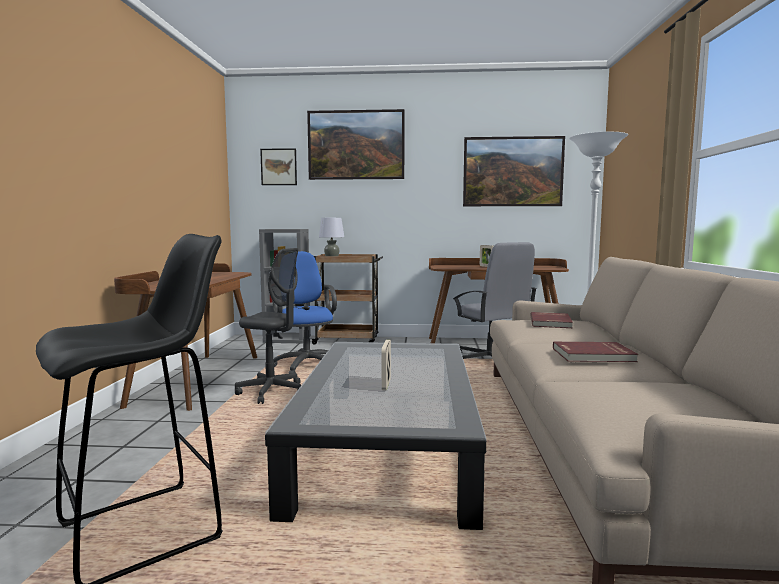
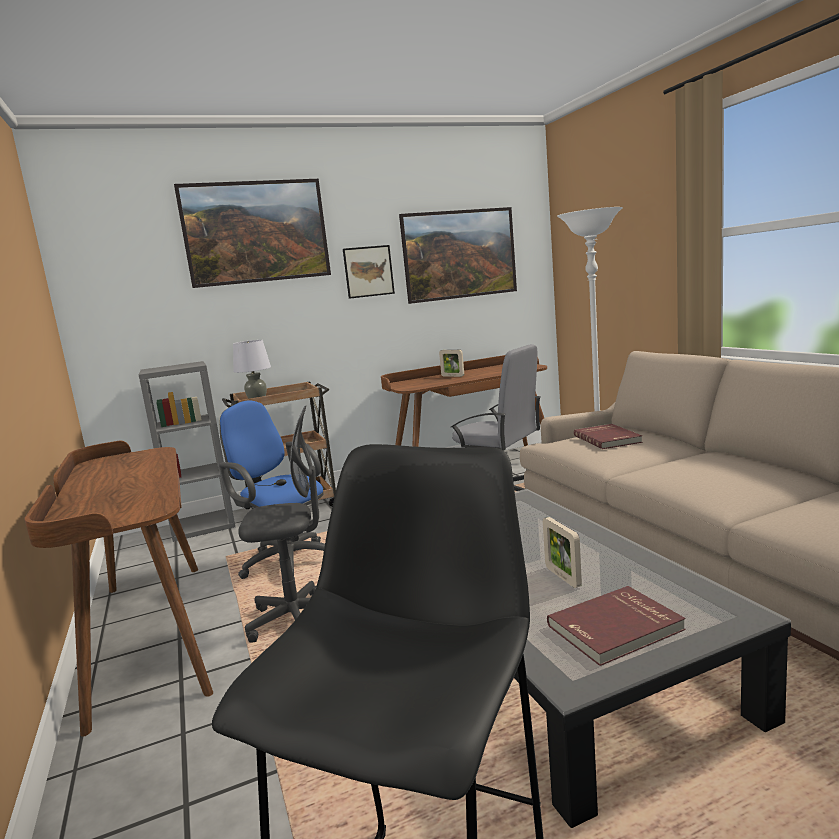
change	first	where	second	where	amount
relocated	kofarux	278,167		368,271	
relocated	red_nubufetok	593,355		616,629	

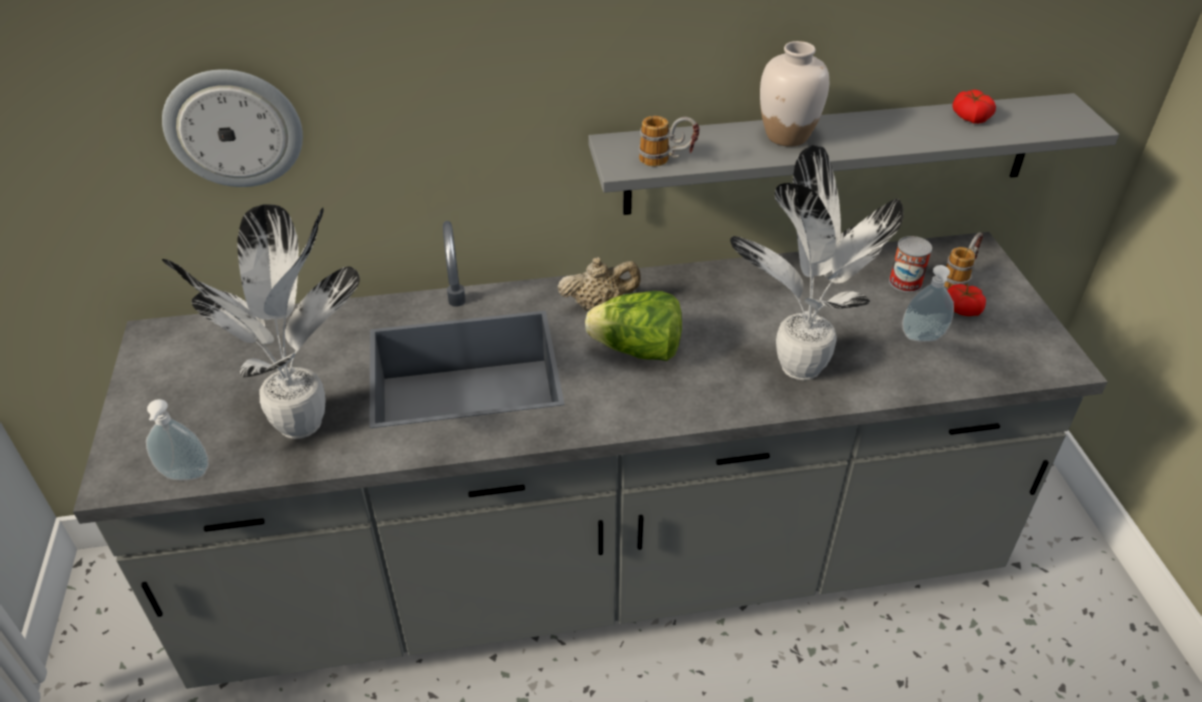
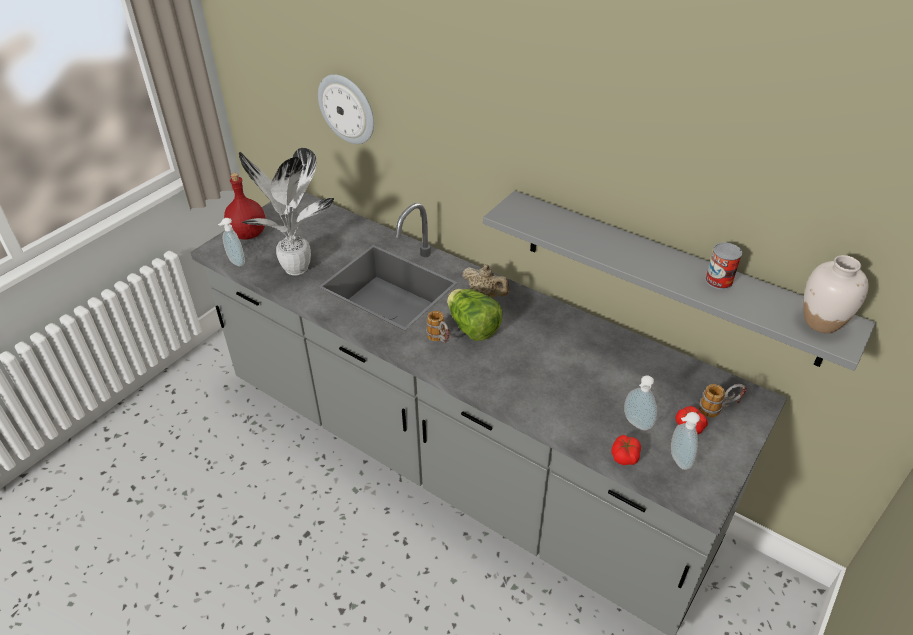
change	first	where	second	where	amount
missing	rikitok	797,369			
appeared			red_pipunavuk	247,234	
appeared			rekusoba	677,460	
relocated	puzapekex	667,161		440,340	
relocated	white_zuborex	787,136		821,322	
relocated	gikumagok	905,282		719,280	
relocated	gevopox	970,117		624,455	

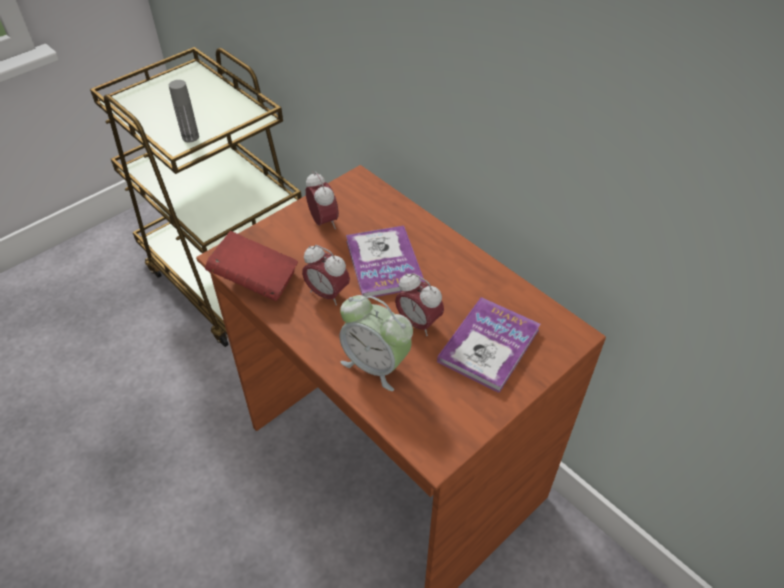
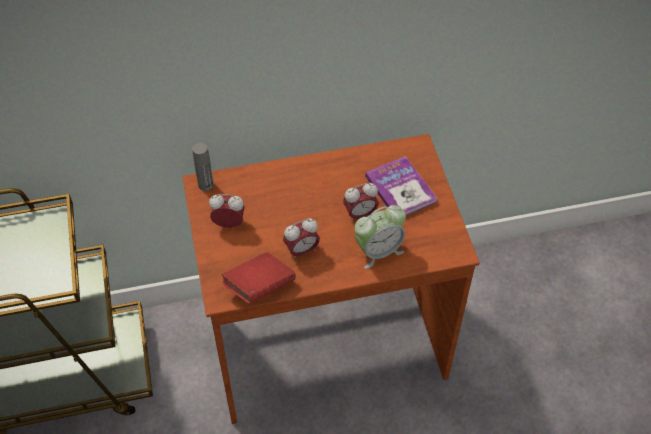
change	first	where	second	where	amount
missing	nubufetok	384,263			
relocated	grey_pipunavuk	190,137		206,185	

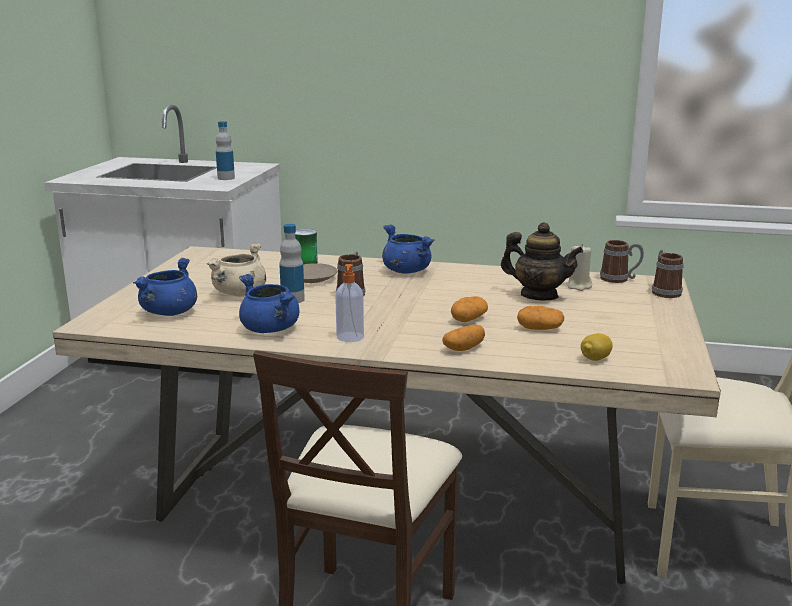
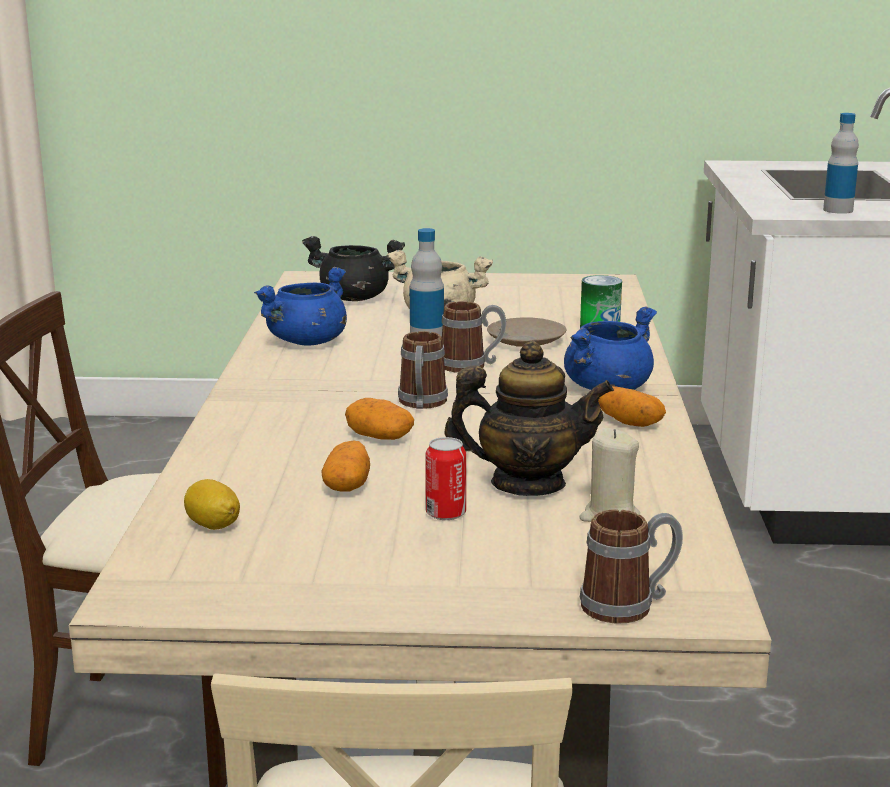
change	first	where	second	where	amount
missing	rekusoba	350,337			
appeared			gikumagok	445,513	
relocated	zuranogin	463,348		630,422	
relocated	puzapekex	620,279		422,404	
colour	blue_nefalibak	169,313	black_nefalibak	353,298	
spun	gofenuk	539,296		527,484	105 degrees counterclockwise

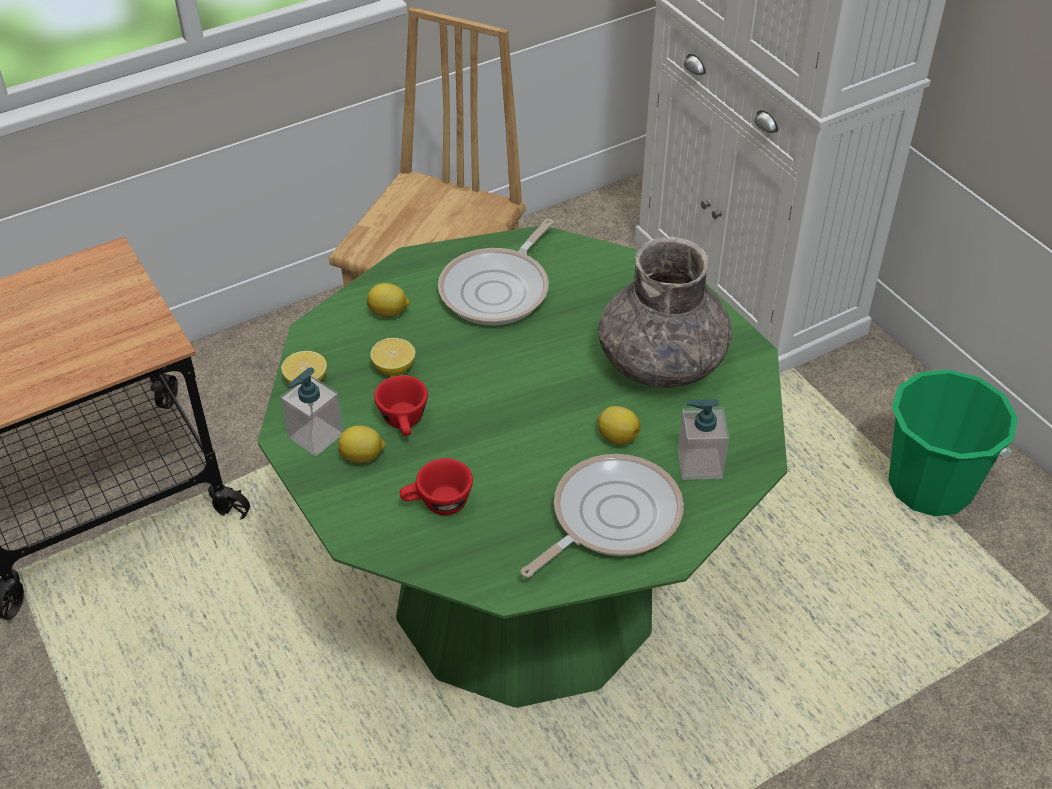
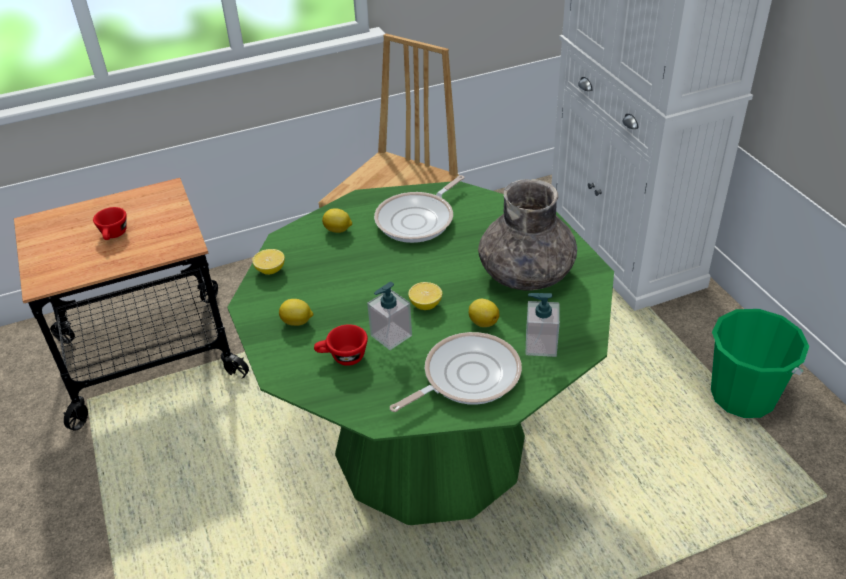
change	first	where	second	where	amount
relocated	rekusoba	315,436		391,336	
relocated	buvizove	394,368		425,305	
relocated	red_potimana	405,422		114,235	

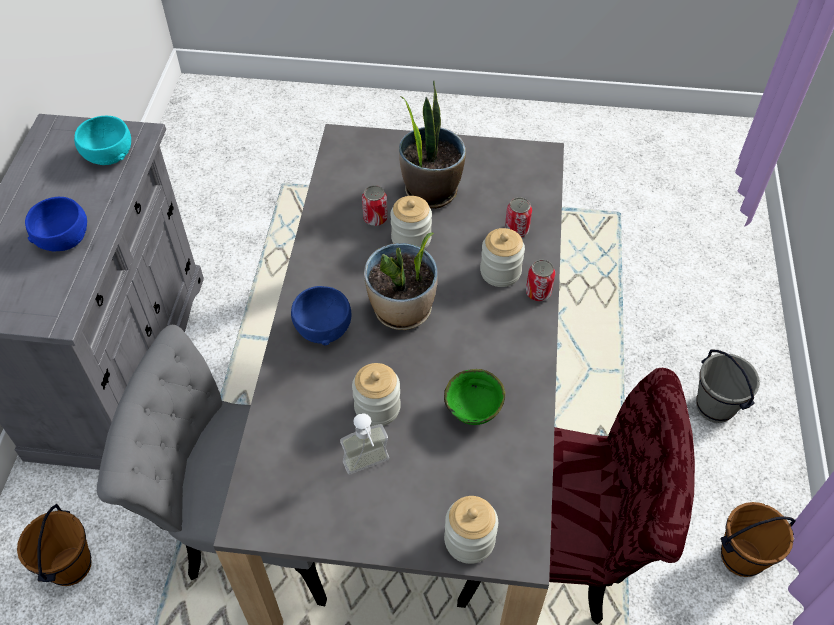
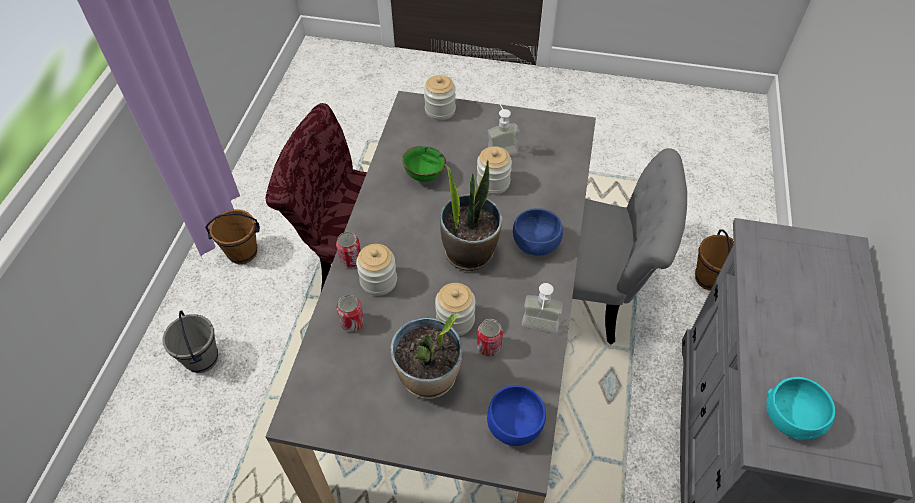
change	first	where	second	where	amount
appeared			rekusoba	538,330	
relocated	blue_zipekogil	63,237		515,424	

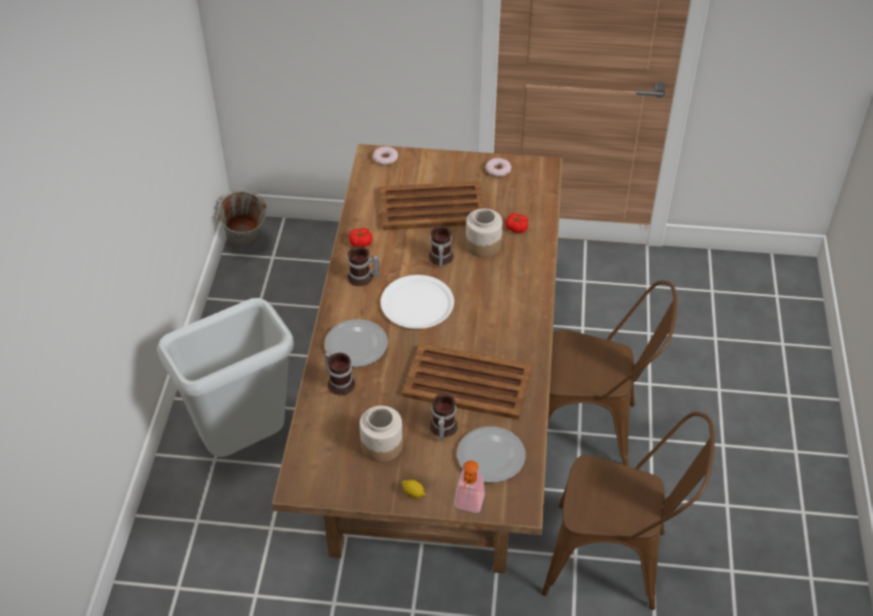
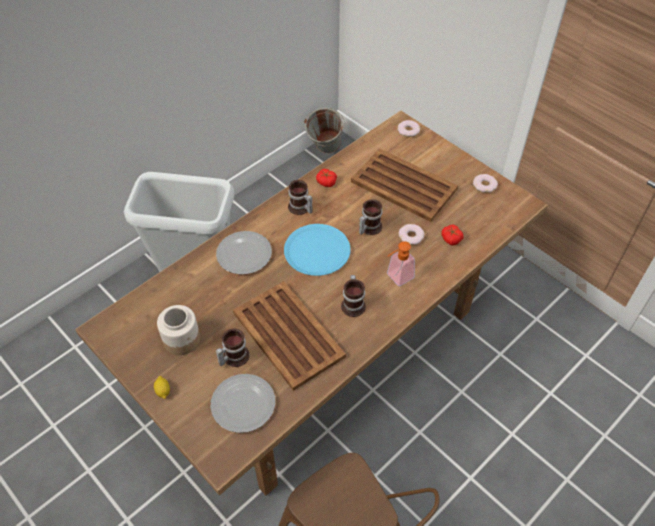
change	first	where	second	where	amount
missing	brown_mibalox	591,429			
relocated	puzapekex	340,382		354,304	
relocated	rekusoba	468,506		396,278	
exchanged	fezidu	482,245	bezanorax	411,236	
colour	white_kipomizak	417,303	blue_kipomizak	317,250	

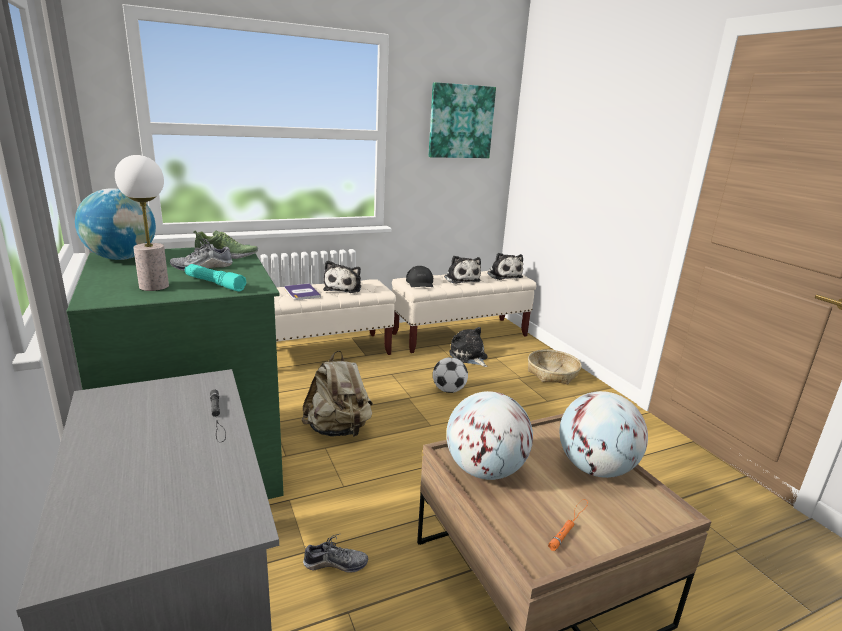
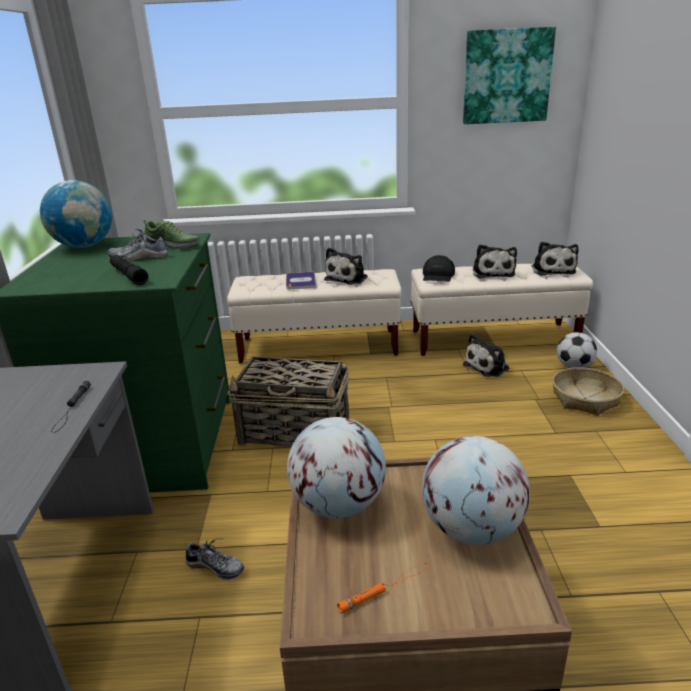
change	first	where	second	where	amount
missing	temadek	154,286			
relocated	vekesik	448,390		574,367	
exchanged	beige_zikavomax	338,430	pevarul	295,431	
colour	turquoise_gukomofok	214,284	black_gukomofok	129,276	
spun	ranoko	469,357		488,366	120 degrees counterclockwise

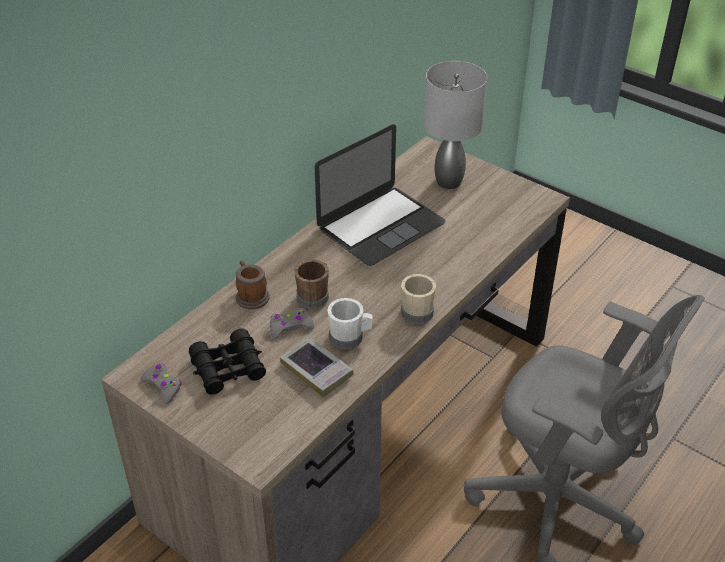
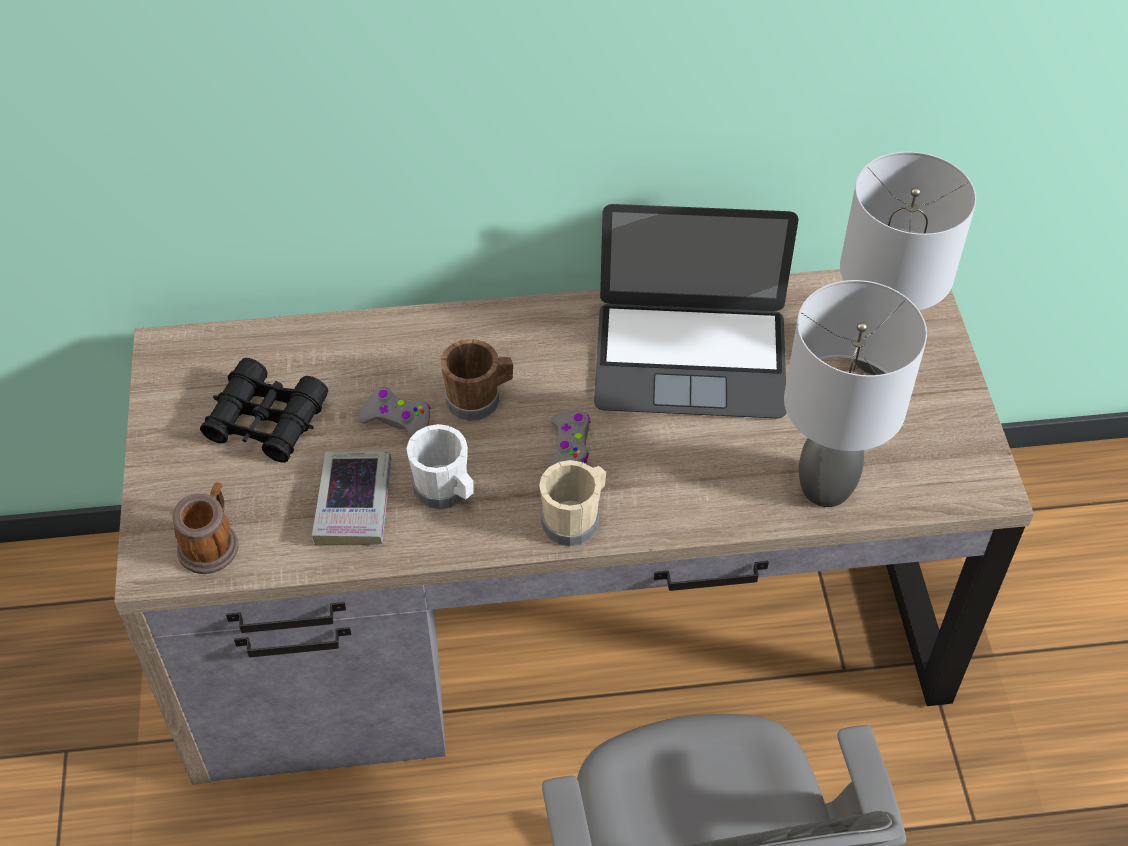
change	first	where	second	where	amount
appeared			grey_temadek	824,486	
relocated	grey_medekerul	163,386		569,447	
relocated	puzapekex	251,295		211,543	

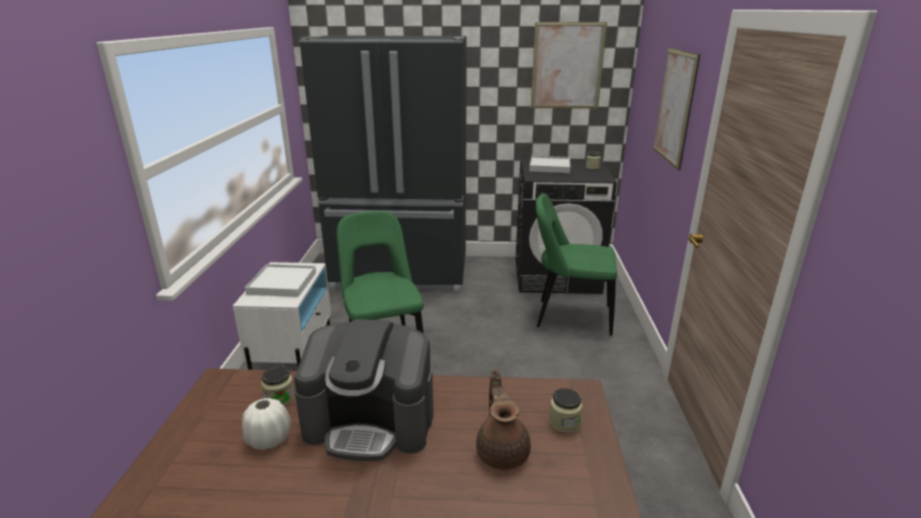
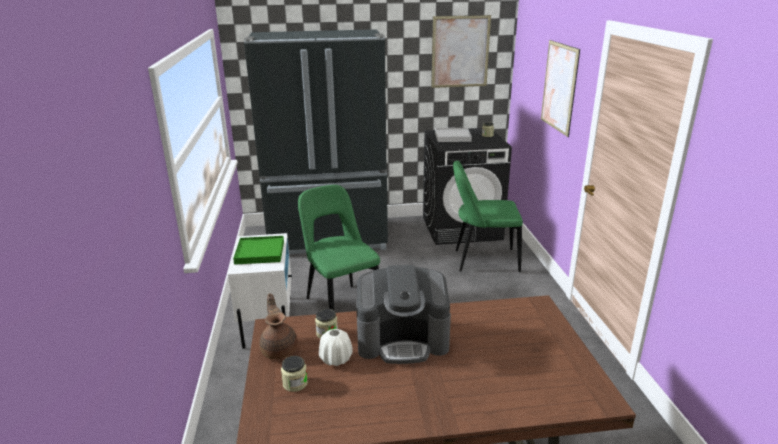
change	first	where	second	where	amount
relocated	brown_gofenuk	502,451		279,349	
relocated	fezidu	564,423		295,383	
colour	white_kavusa	282,283	green_kavusa	259,252	

